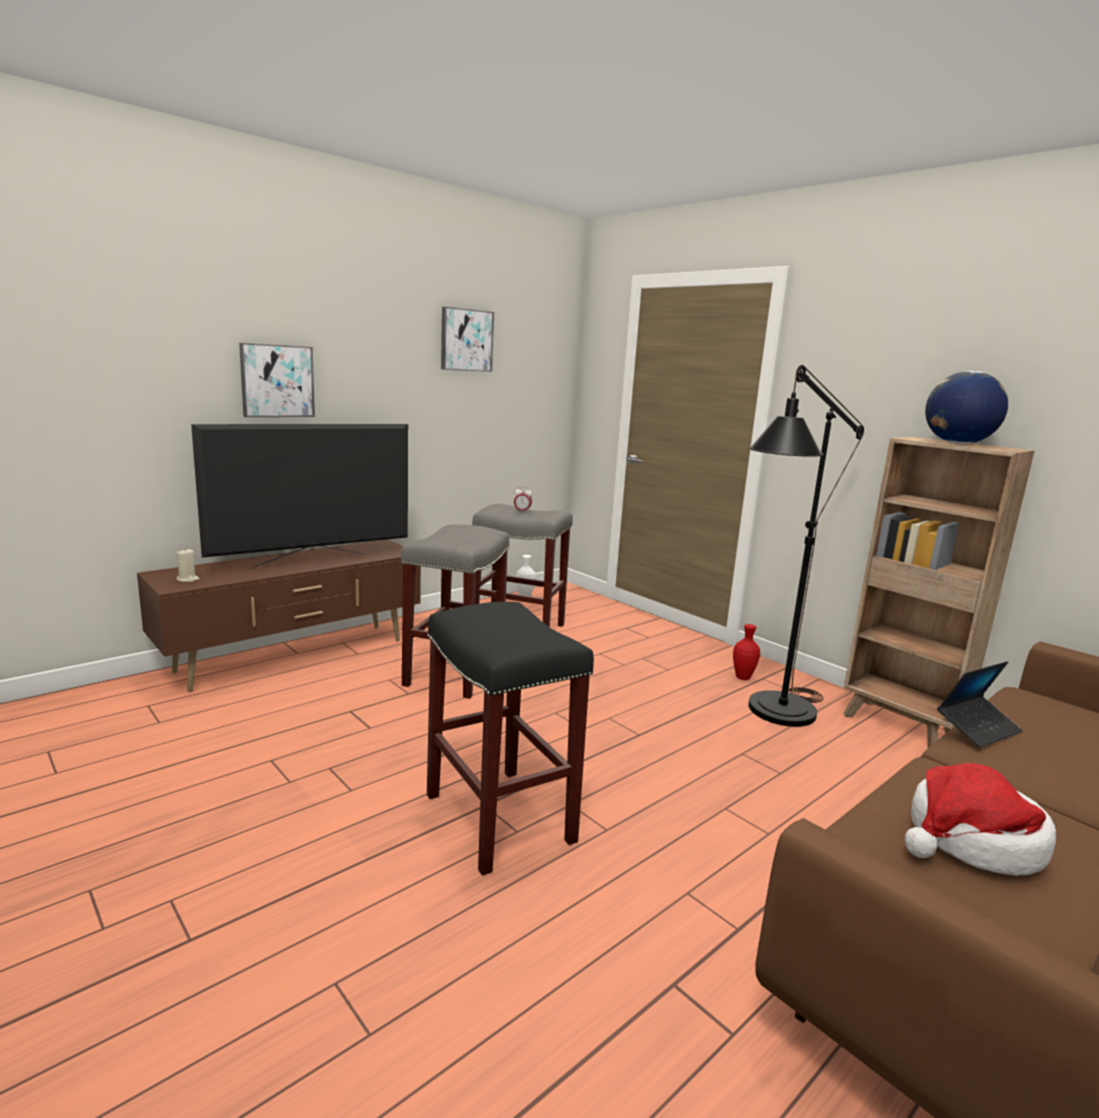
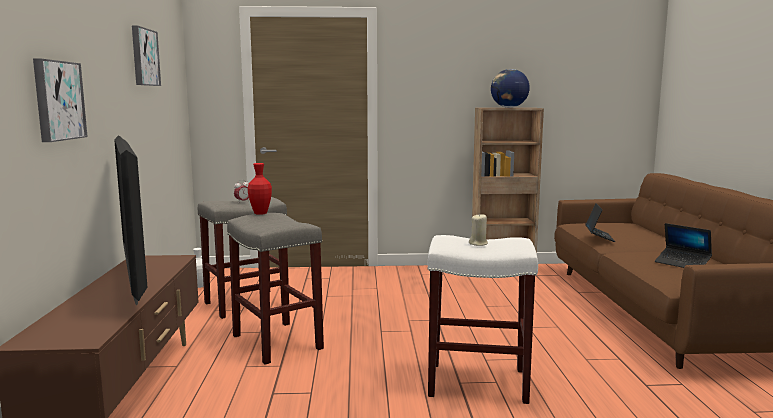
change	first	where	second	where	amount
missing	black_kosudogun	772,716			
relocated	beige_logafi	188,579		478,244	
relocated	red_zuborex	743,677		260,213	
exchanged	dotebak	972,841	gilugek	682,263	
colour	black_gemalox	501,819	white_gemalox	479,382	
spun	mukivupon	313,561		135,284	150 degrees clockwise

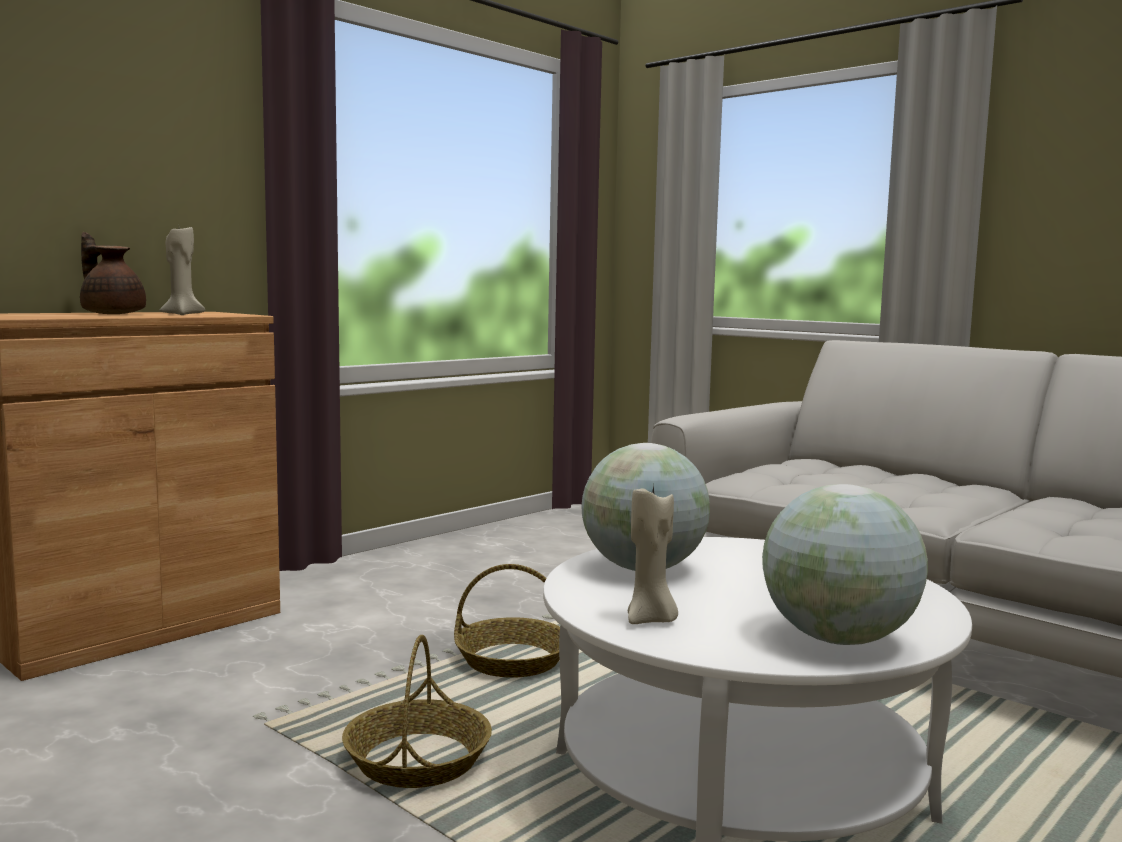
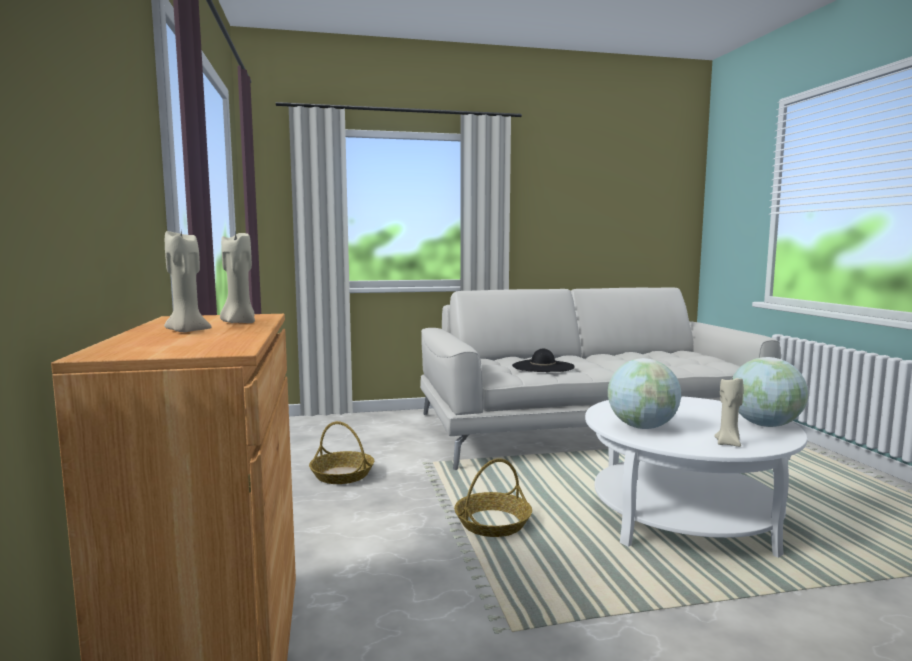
change	first	where	second	where	amount
appeared			black_dotebak	543,366	
relocated	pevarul	418,760		342,475	
exchanged	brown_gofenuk	112,314	beige_logafi	186,331	

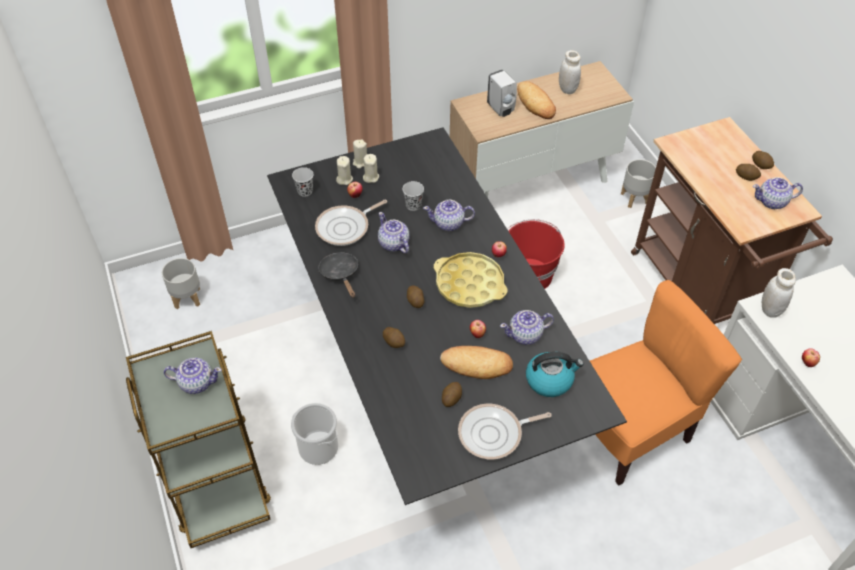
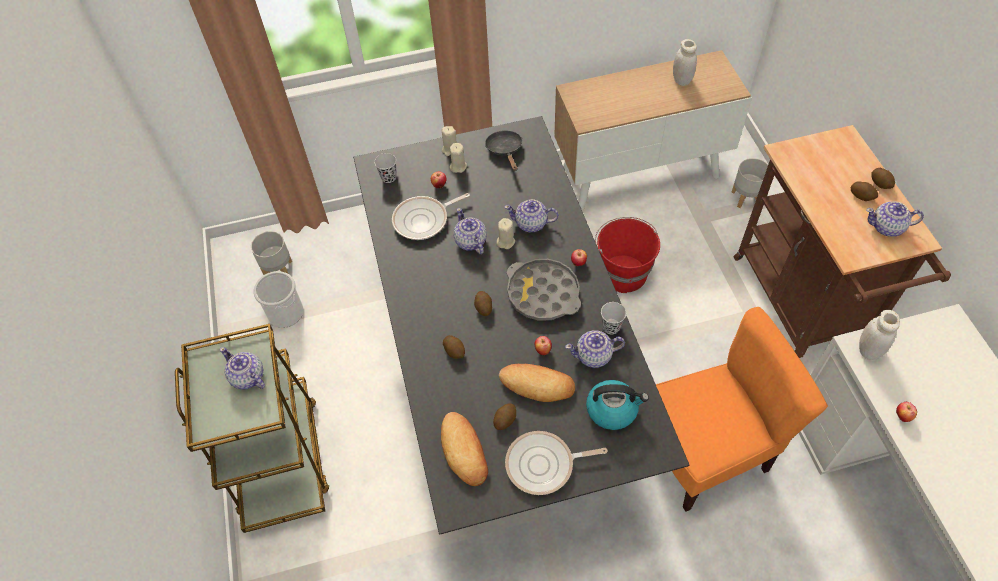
change	first	where	second	where	amount
missing	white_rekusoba	501,109			
relocated	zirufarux	318,447		285,312	
relocated	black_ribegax	340,274		505,150	
relocated	beige_logafi	344,179		505,241	
relocated	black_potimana	413,205		611,327	
relocated	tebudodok	535,103		464,451	
colour	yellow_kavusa	469,284	grey_kavusa	543,294	
spun	gofenuk	196,382		248,377	150 degrees counterclockwise

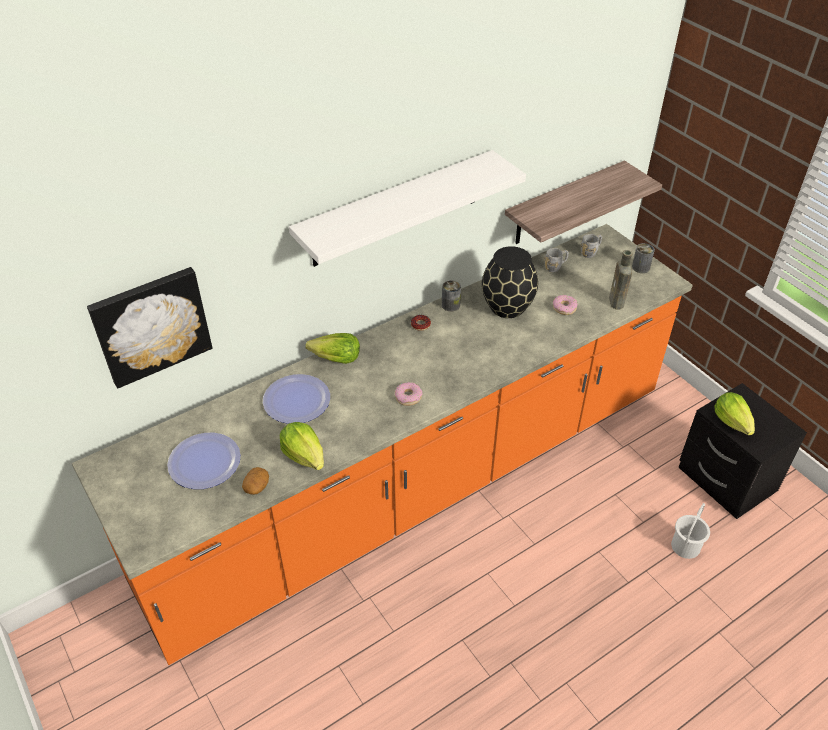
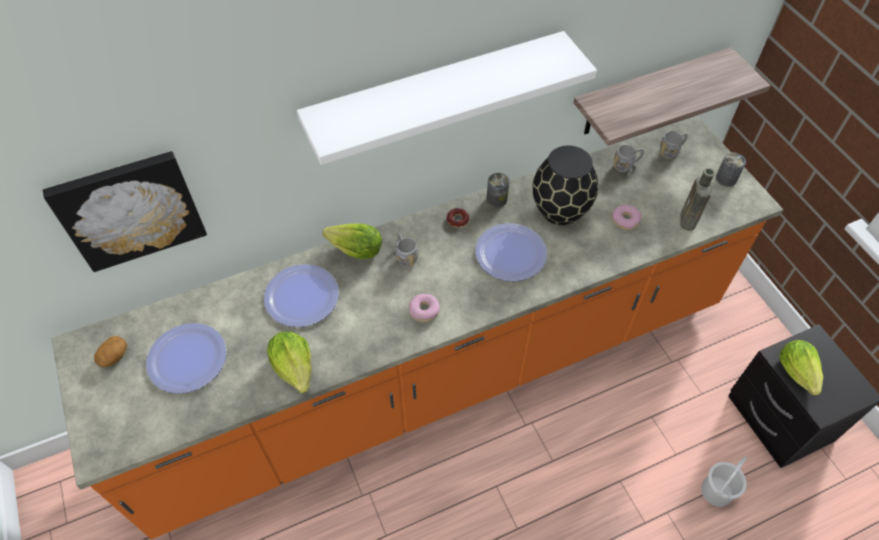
change	first	where	second	where	amount
appeared			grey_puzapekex	405,256	
appeared			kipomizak	510,253	
relocated	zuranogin	257,486		114,356	

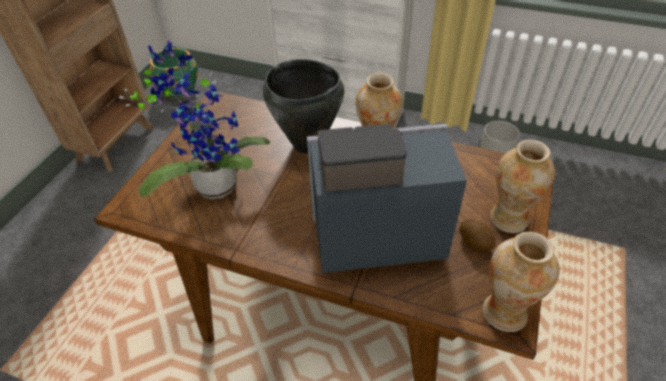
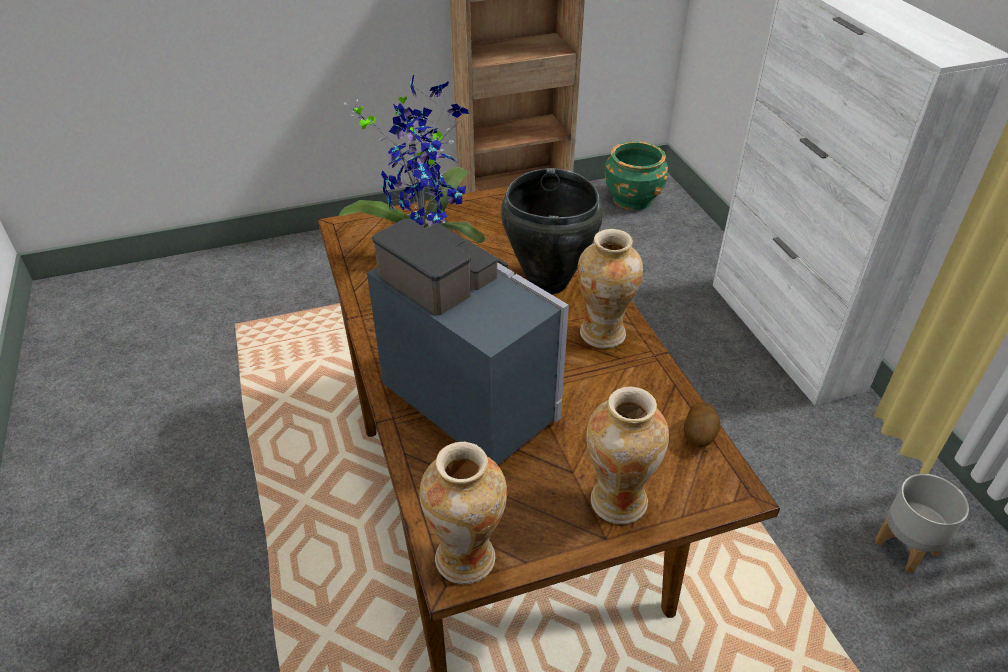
change	first	where	second	where	amount
relocated	zuranogin	475,242		699,435	

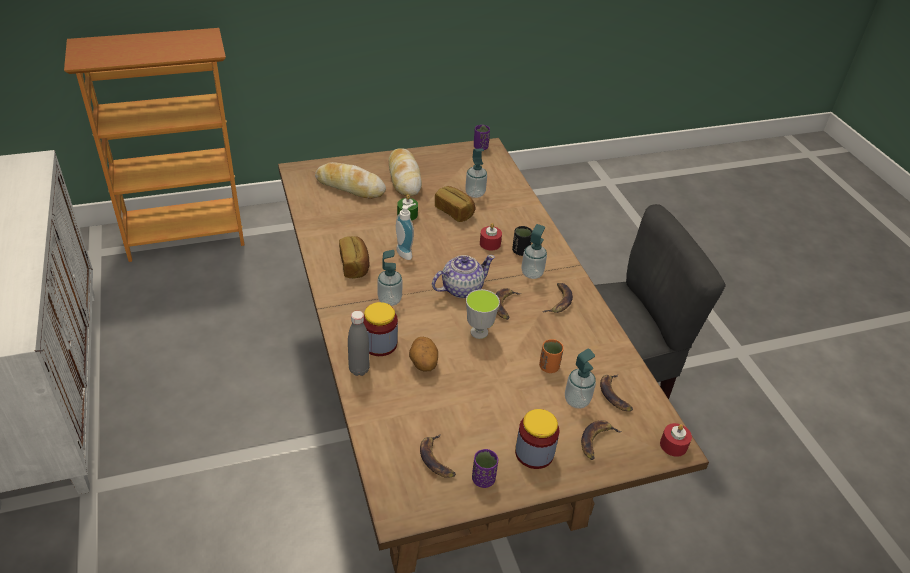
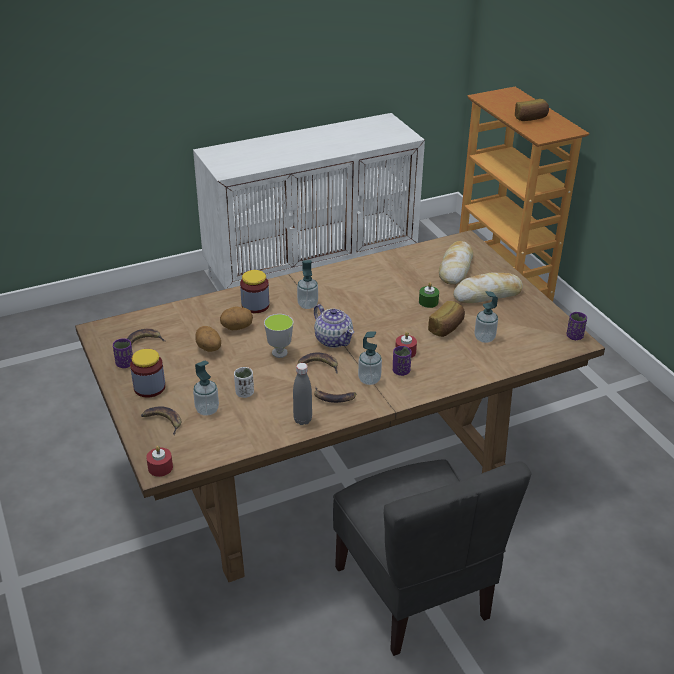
change	first	where	second	where	amount
missing	rekusoba	406,252			
missing	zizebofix	615,395			
appeared			zuranogin	208,349	
relocated	tebudodok	355,265		530,118	
relocated	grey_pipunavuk	359,369		302,420	
colour	black_potimana	520,251	purple_potimana	401,371	
colour	orange_potimana	549,367	white_potimana	244,393	

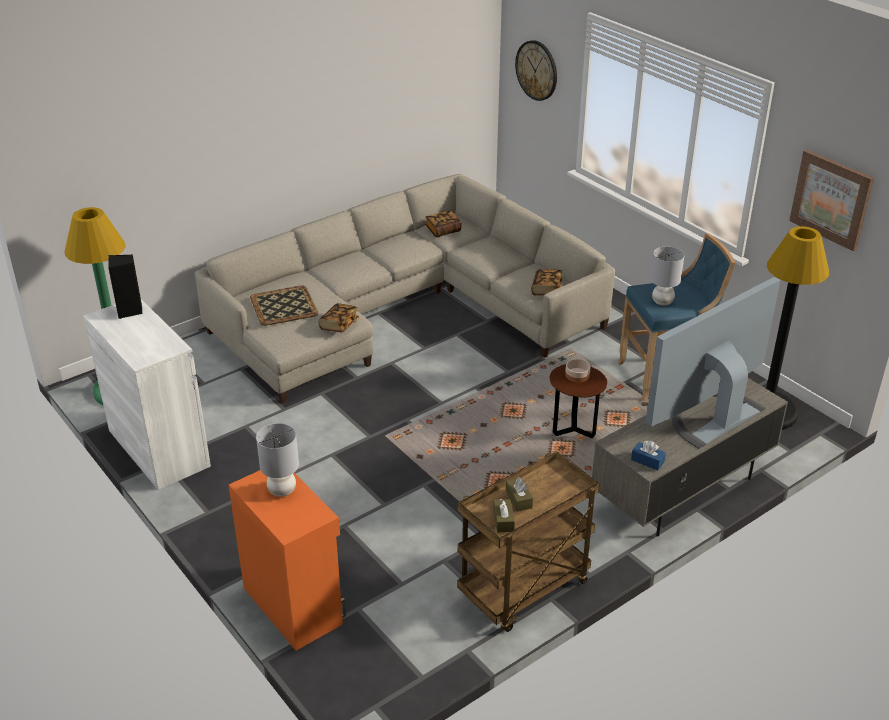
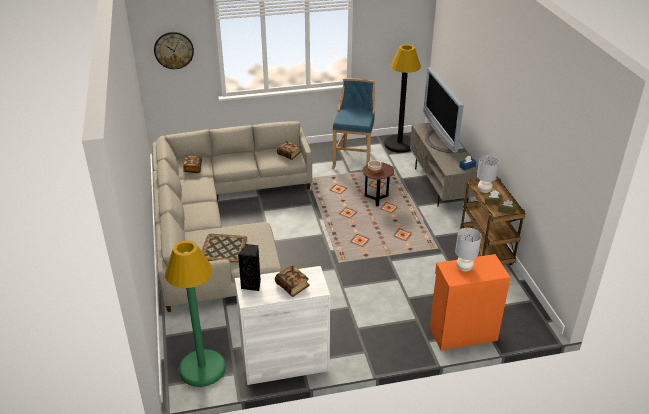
change	first	where	second	where	amount
missing	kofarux	831,199			
relocated	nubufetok	339,325		292,286	
relocated	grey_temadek	662,302		484,190	

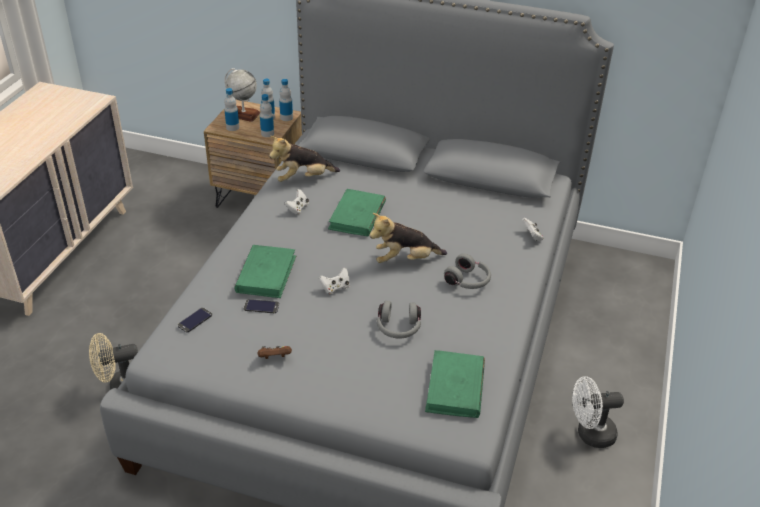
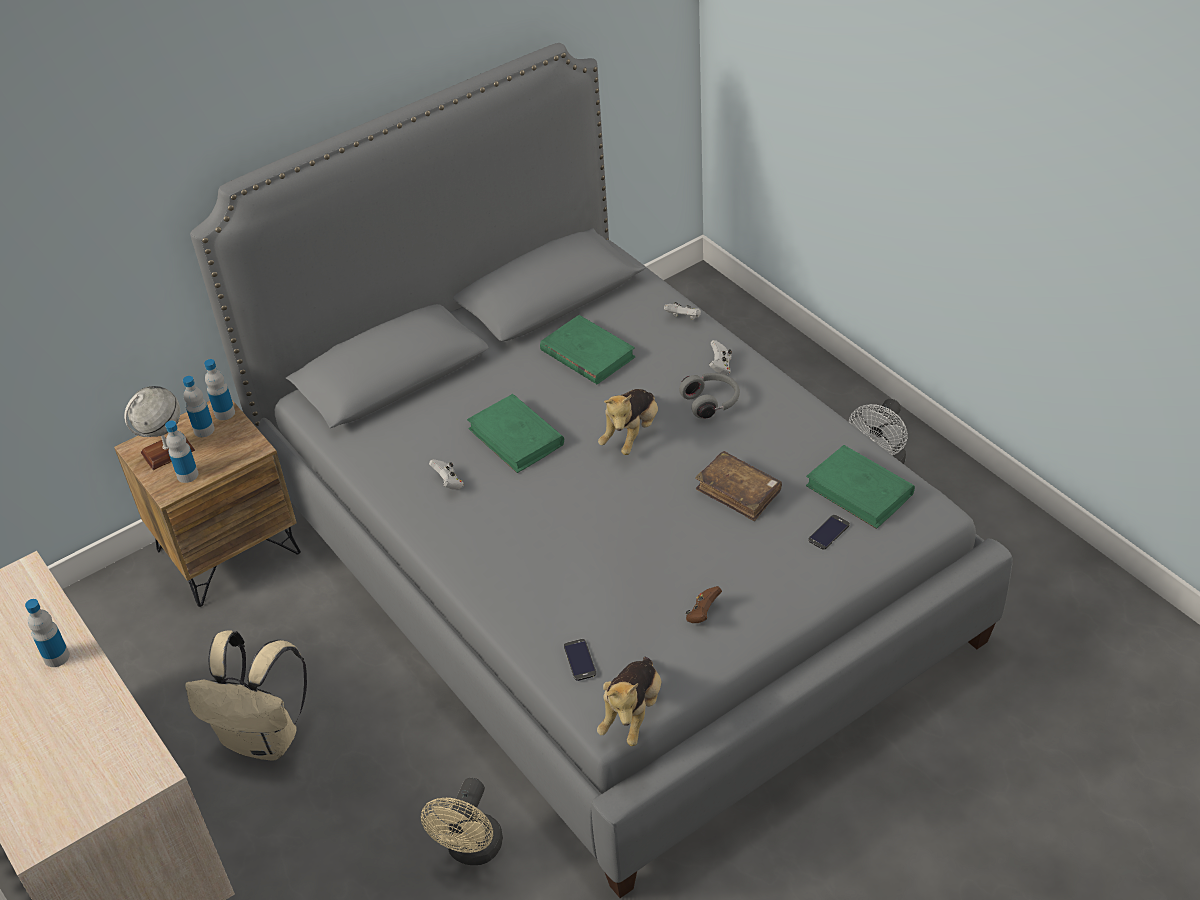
change	first	where	second	where	amount
appeared			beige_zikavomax	265,738	
relocated	green_nubufetok	266,274		587,354	
relocated	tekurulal	261,306		829,532	
relocated	pipunavuk	267,133		57,657	
relocated	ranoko	303,178		632,713	
relocated	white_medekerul	335,288		720,367	
exchanged	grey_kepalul	398,328	brown_nubufetok	738,492	

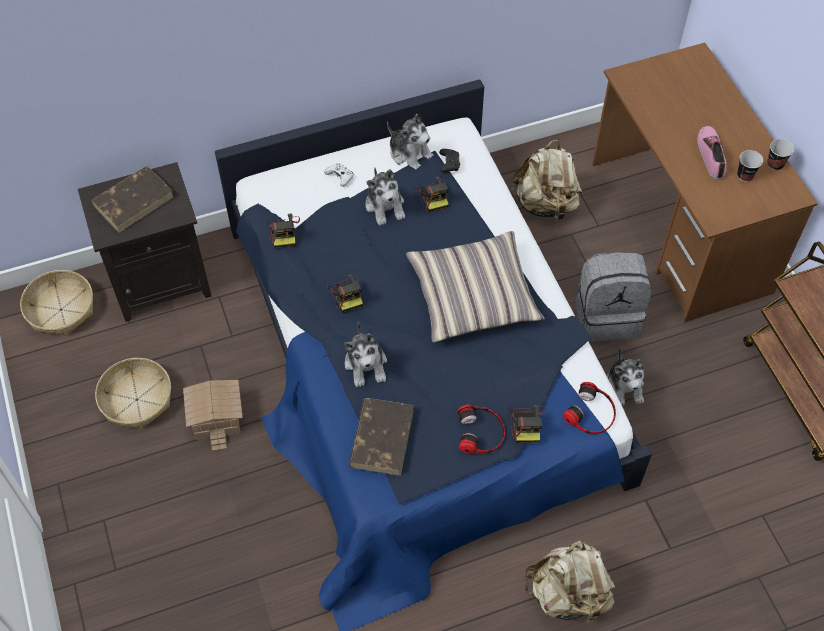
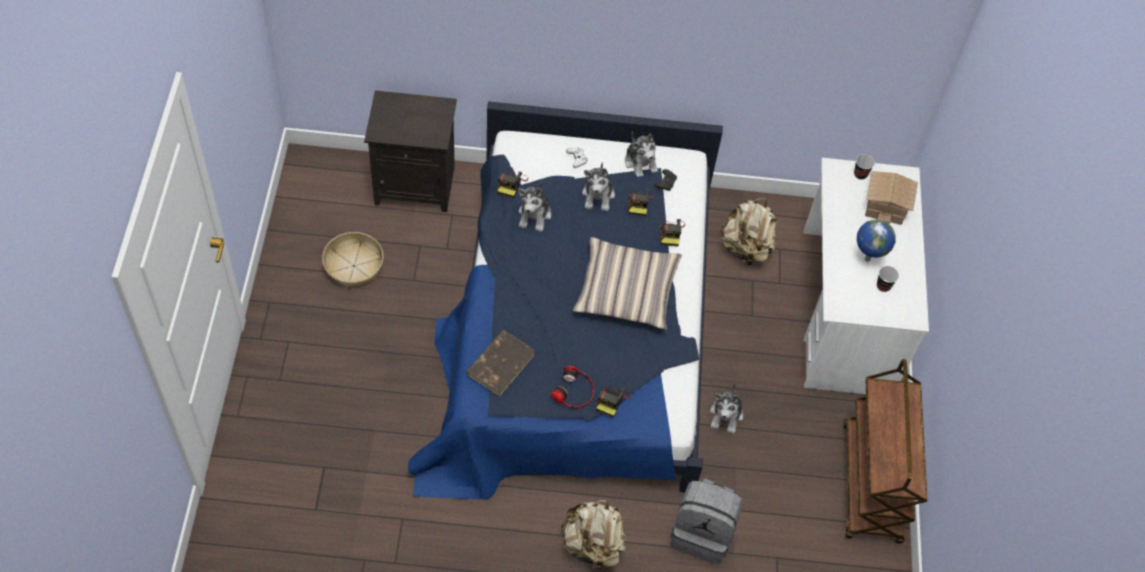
change	first	where	second	where	amount
missing	pevarul	61,309			
missing	brown_nubufetok	134,200			
missing	kepalul	591,413			
relocated	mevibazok	215,417		884,205	
relocated	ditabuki	346,294		670,232	
relocated	ranoko	366,364		534,215	
relocated	grey_zikavomax	606,316		702,533	
relocated	potimana	775,164		860,174	
exchanged	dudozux	711,155	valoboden	866,259	
colour	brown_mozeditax	679,227	white_mozeditax	845,312	

